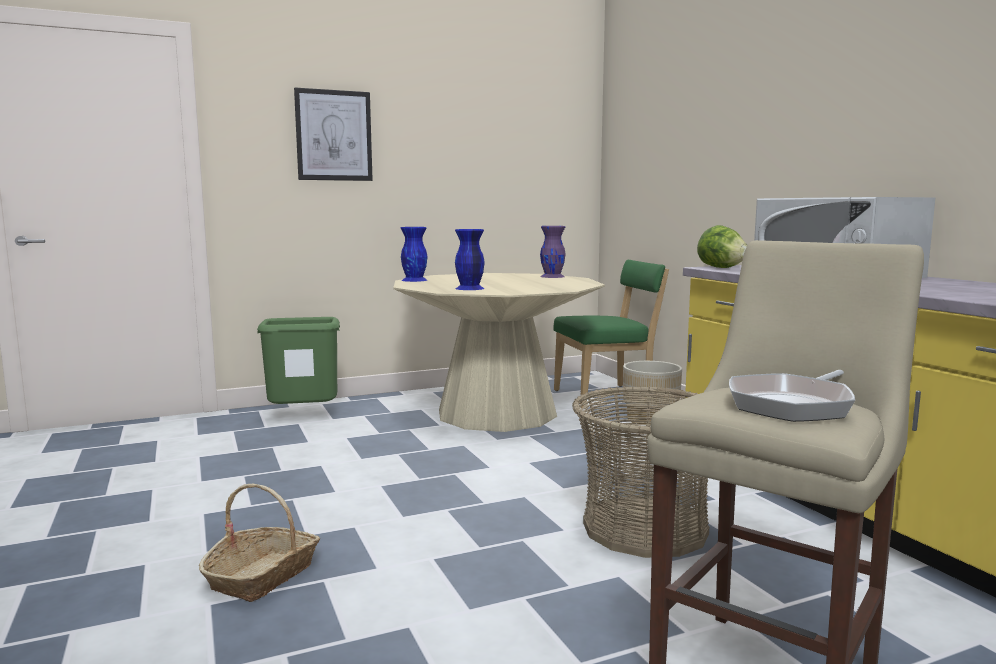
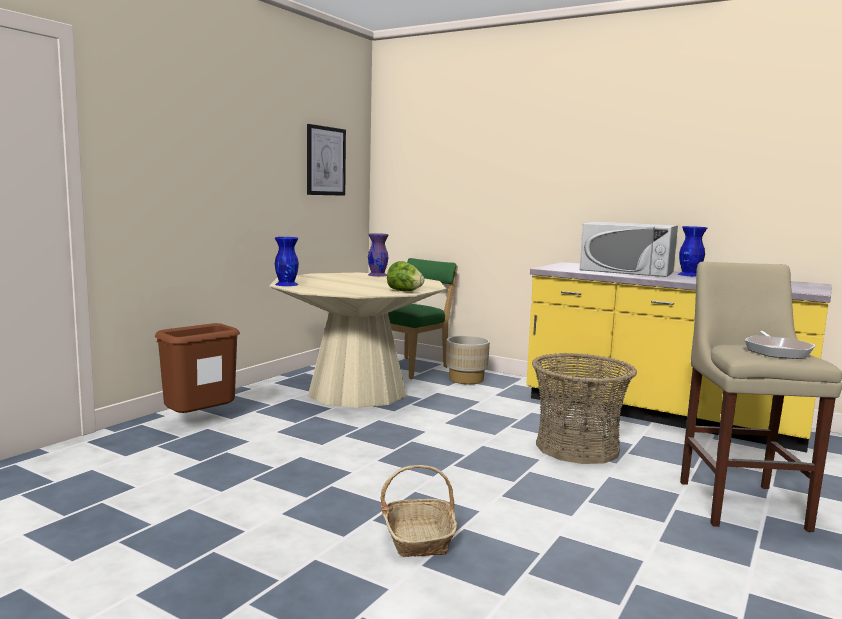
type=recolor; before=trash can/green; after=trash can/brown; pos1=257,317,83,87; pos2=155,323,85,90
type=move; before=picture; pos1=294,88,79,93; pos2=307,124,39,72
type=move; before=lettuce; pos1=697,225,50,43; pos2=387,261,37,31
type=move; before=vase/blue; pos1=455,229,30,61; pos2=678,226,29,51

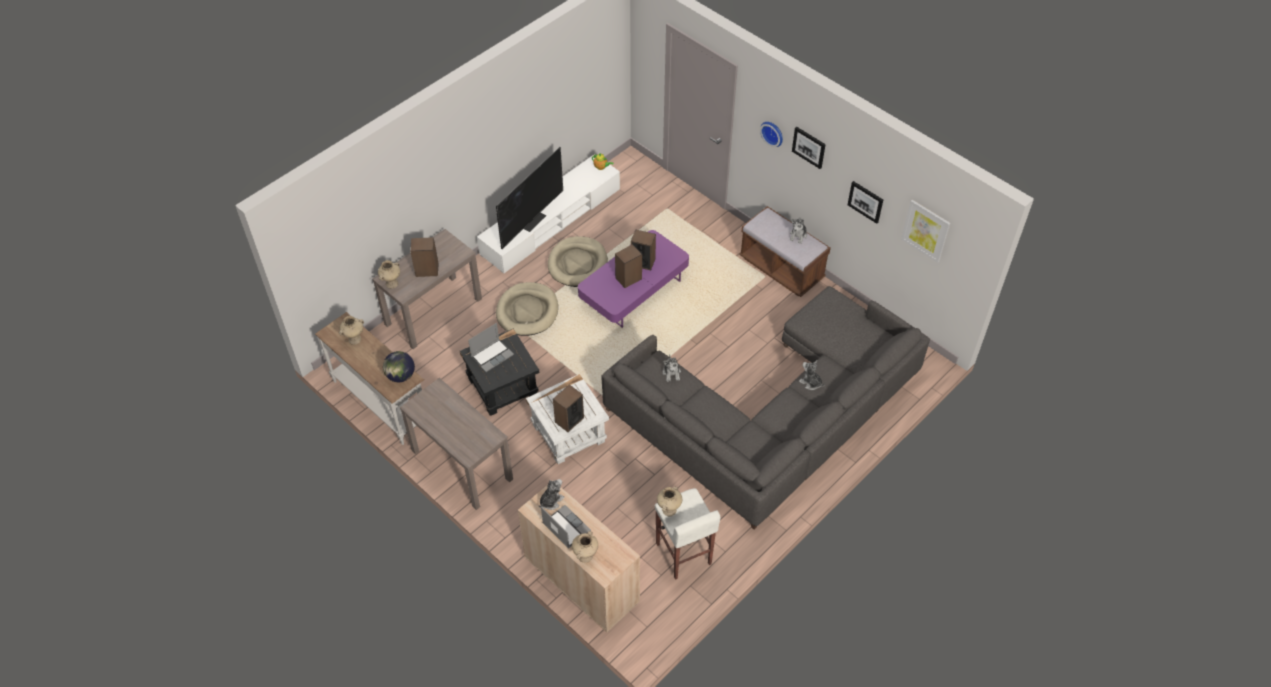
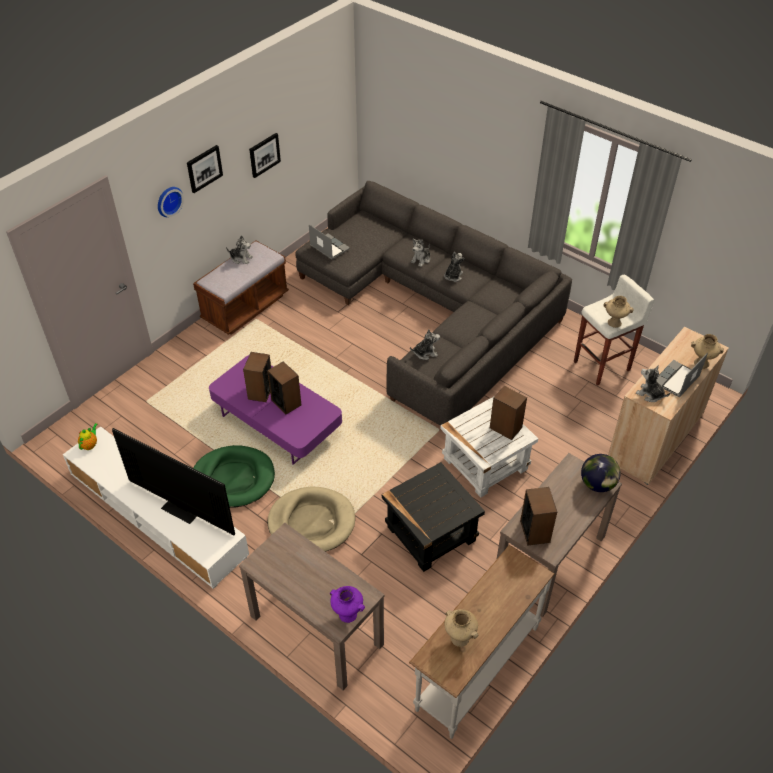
type=recolor; before=dog bed/beige; after=dog bed/green; pos1=548,236,60,51; pos2=193,445,82,63
type=move; before=laptop; pos1=468,323,46,49; pos2=309,224,41,35
type=recolor; before=vase/beige; after=vase/purple; pos1=378,260,22,29; pos2=330,586,35,37
type=insert; after=plush toy; pos2=444,252,21,30
type=move; before=speaker; pos1=410,237,29,40; pos2=520,487,37,59
type=move; before=globe; pos1=383,351,32,31; pos2=581,454,40,38
type=delete; before=picture; pos1=901,200,49,63

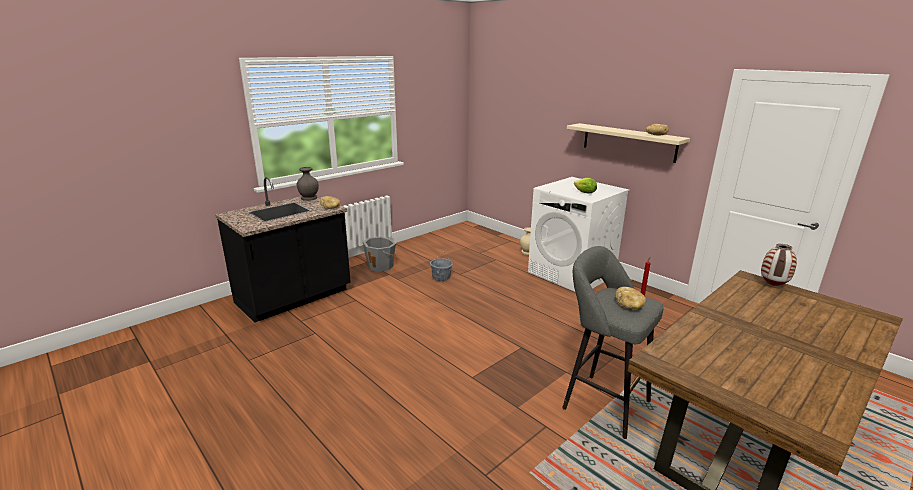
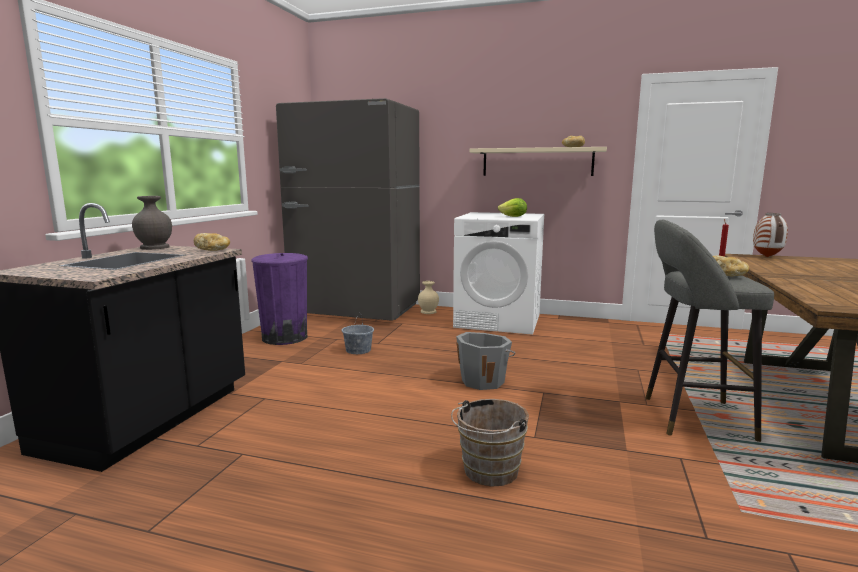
type=insert; after=trash can/purple; pos2=251,253,57,92
type=insert; after=fridge/grey; pos2=276,98,144,223
type=insert; after=bucket/brown; pos2=451,399,78,87
type=move; before=bucket/grey; pos1=363,236,33,36; pos2=456,332,60,58

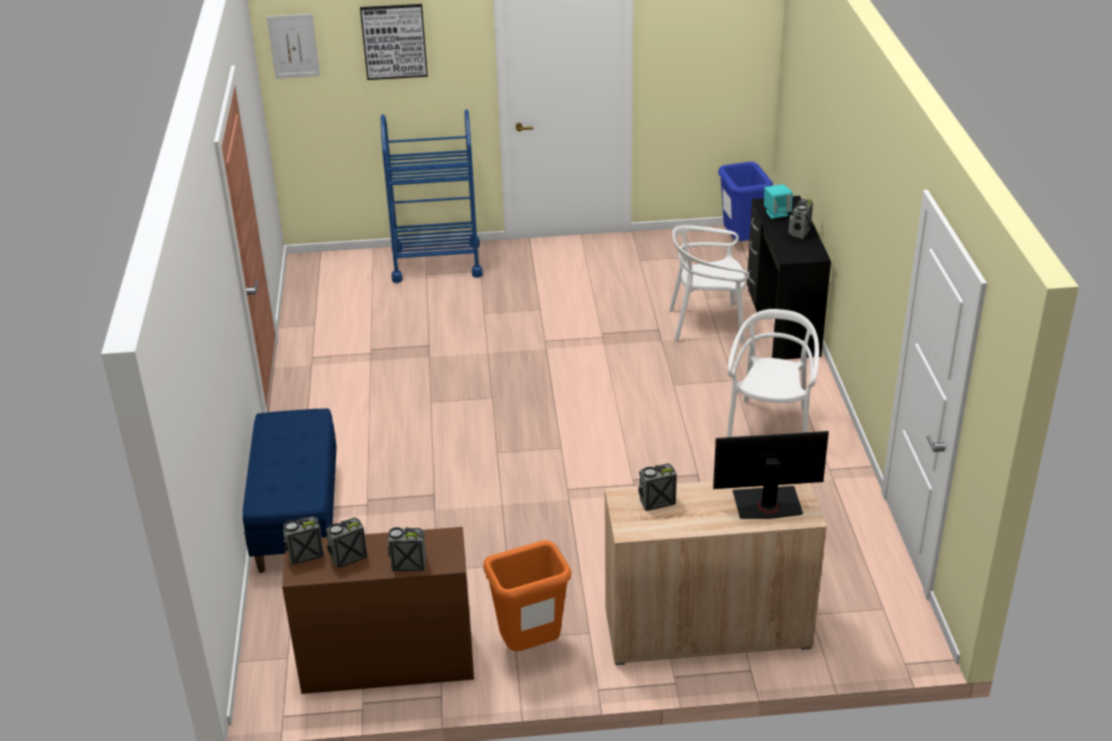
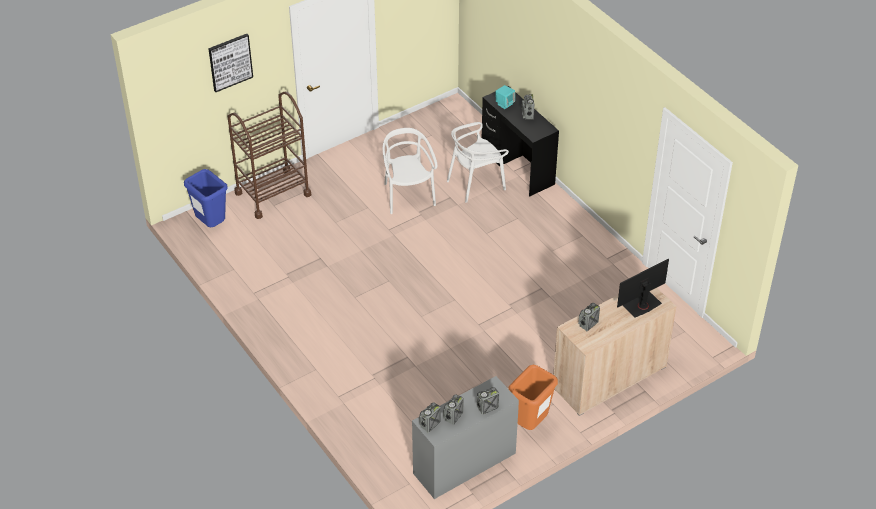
type=move; before=trash can/blue; pos1=718,162,55,79; pos2=184,169,44,58
type=recolor; before=cart/blue; after=cart/brown; pos1=381,109,102,174; pos2=227,91,84,128
type=move; before=chair/white; pos1=727,309,92,128; pos2=383,128,55,86
type=recolor; before=desk/brown; after=desk/grey; pos1=282,527,192,167; pos2=412,376,107,123
type=delete; before=bench/blue; pos1=243,408,94,165
type=delete; before=picture; pos1=267,14,53,65

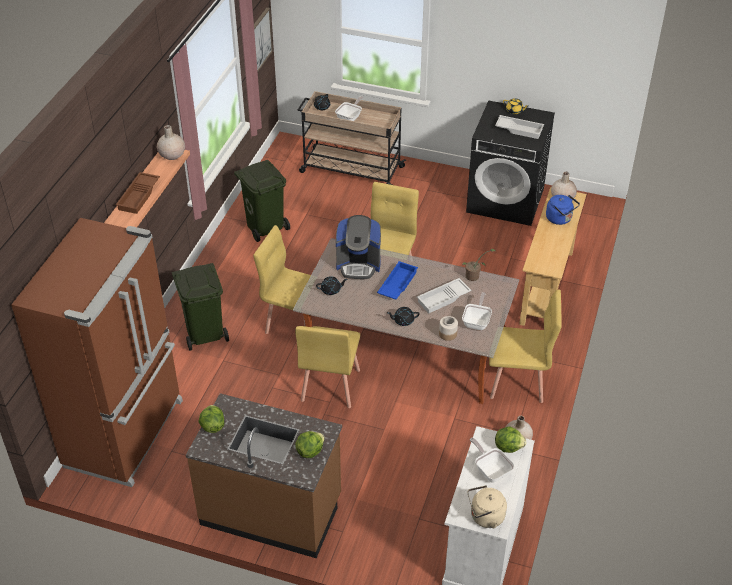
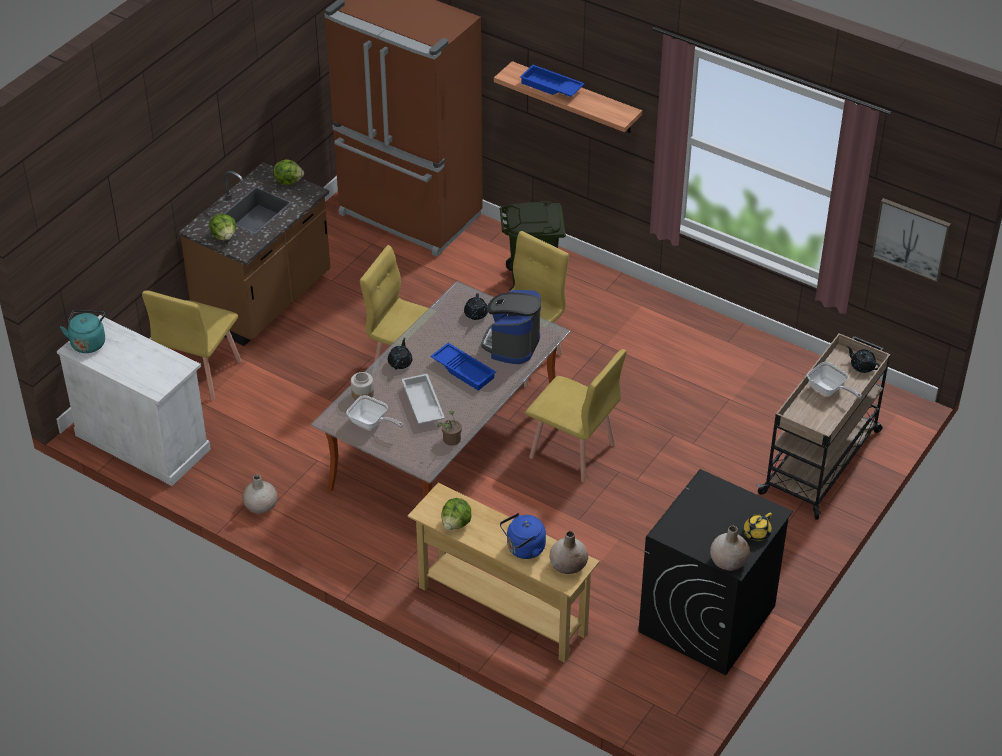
type=recolor; before=kettle/beige; after=kettle/turquoise; pos1=468,485,39,43; pos2=60,310,45,43
type=move; before=chair/yellow; pos1=489,290,73,113; pos2=142,291,100,109
type=move; before=lettuce; pos1=495,427,32,26; pos2=441,498,31,32
type=recolor; before=tray/brown; after=tray/blue; pos1=116,172,44,42; pos2=520,65,65,32
type=move; before=vase/beige; pos1=157,125,28,35; pos2=710,526,40,45
type=delete; before=trash can/green; pos1=234,160,56,82
type=delete; before=frying pan; pos1=470,438,44,44
type=delete; before=tray/white; pos1=495,115,49,24

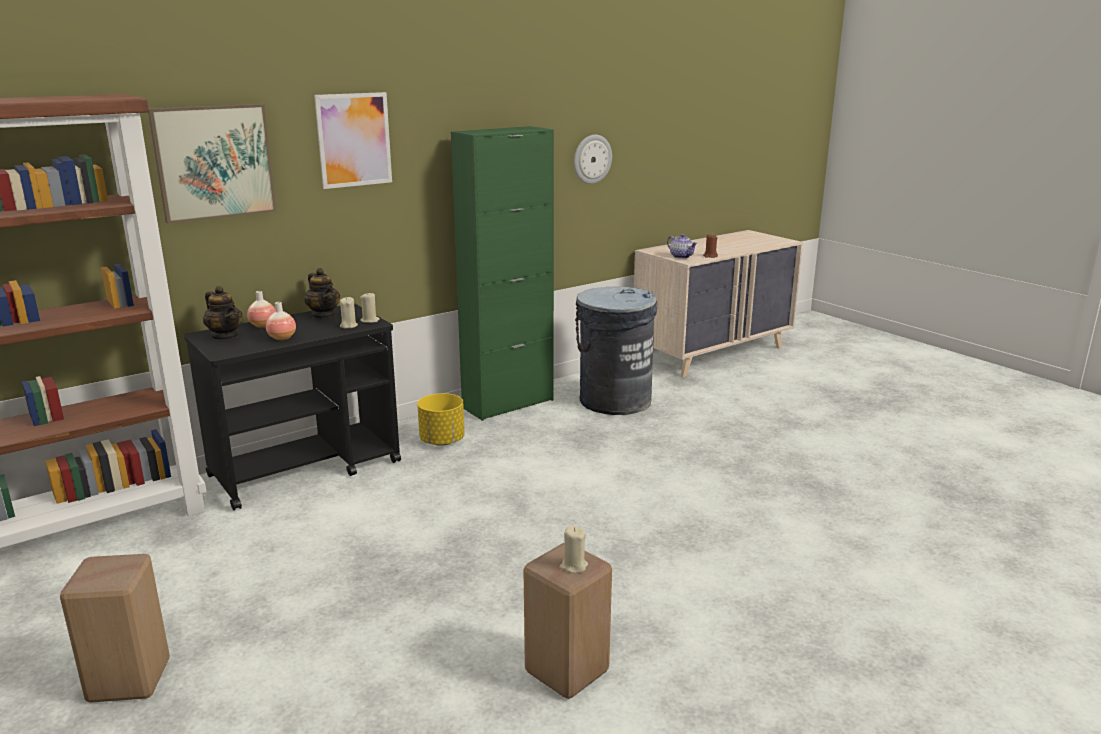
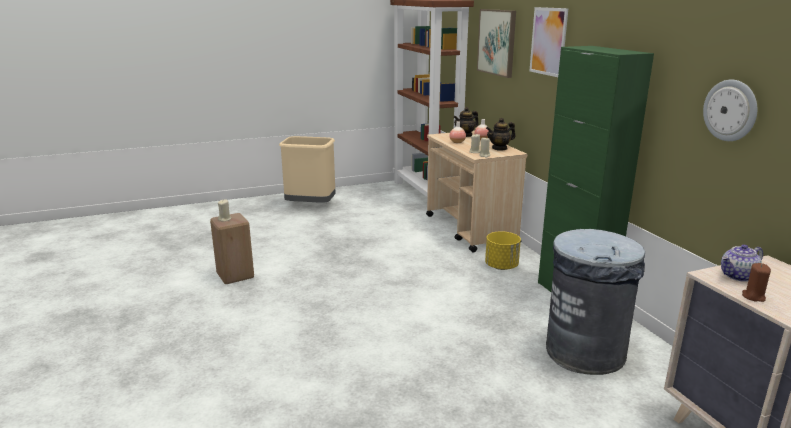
type=replace; before=stool/beige; after=trash can/beige; pos1=60,554,110,149; pos2=279,136,57,67
type=recolor; before=cart/black; after=cart/beige; pos1=184,303,217,208; pos2=426,131,101,122

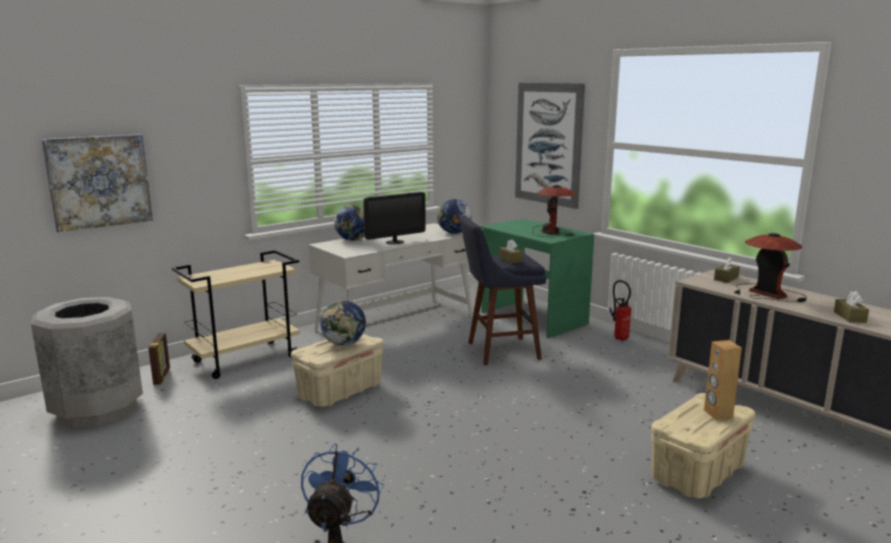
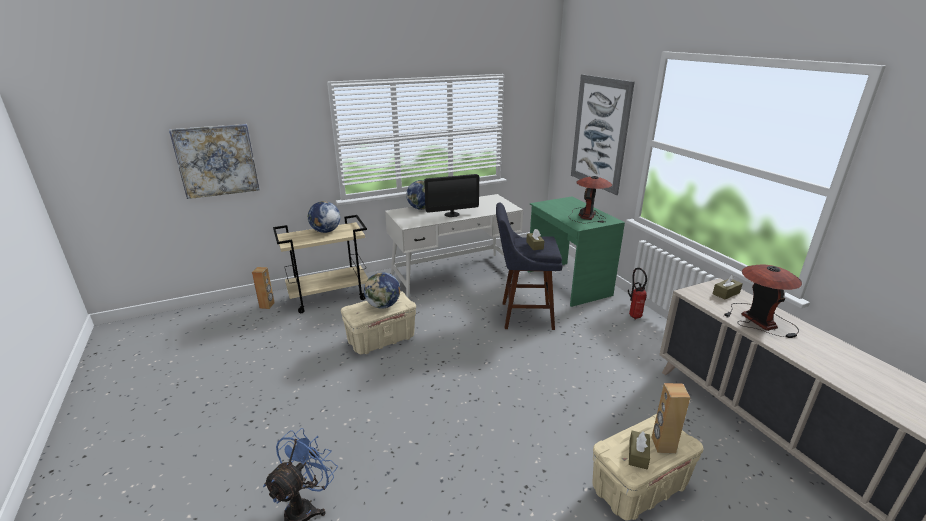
type=replace; before=picture frame; after=speaker/brown; pos1=148,333,22,52; pos2=252,267,23,42
type=move; before=globe; pos1=437,199,35,34; pos2=307,201,33,32
type=move; before=tissue box/brown; pos1=834,291,35,32; pos2=629,431,21,38
type=delete; before=trash can/grey; pos1=31,297,112,132

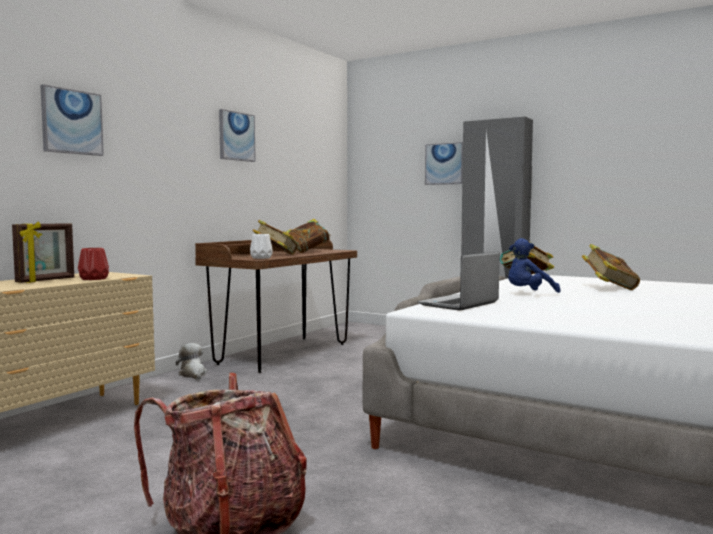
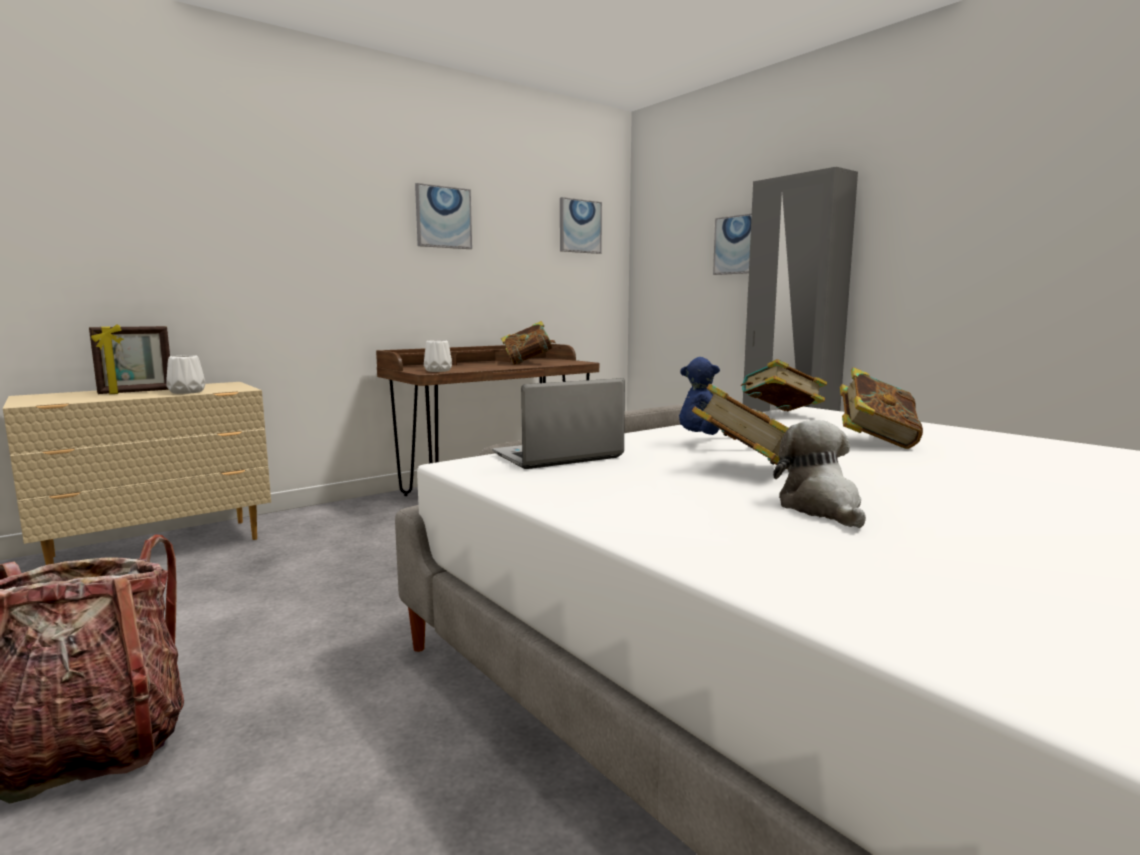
type=recolor; before=vase/red; after=vase/white; pos1=78,248,31,32; pos2=166,355,39,39
type=move; before=picture; pos1=40,84,64,72; pos2=560,197,42,57
type=move; before=book; pos1=253,220,45,35; pos2=692,384,96,86
type=move; before=plush toy; pos1=176,343,31,37; pos2=773,420,93,108

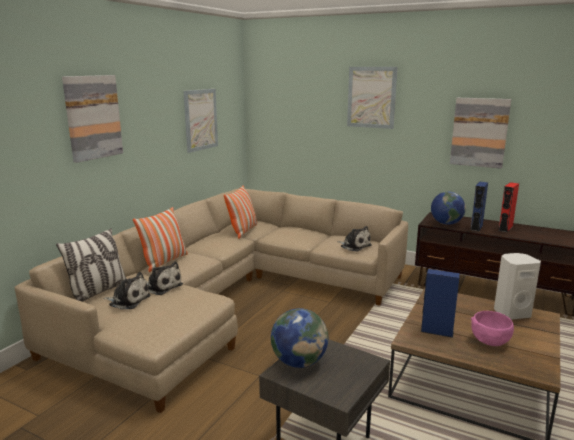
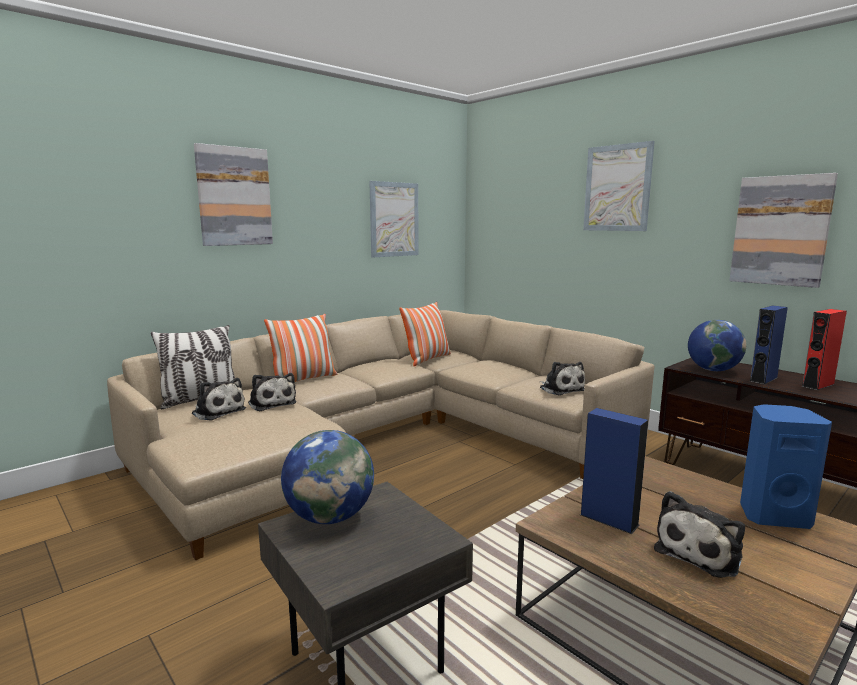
type=replace; before=bowl/pink; after=plush toy; pos1=471,311,43,35; pos2=654,491,91,87
type=recolor; before=speaker/white; after=speaker/blue; pos1=494,253,47,67; pos2=740,404,92,125

